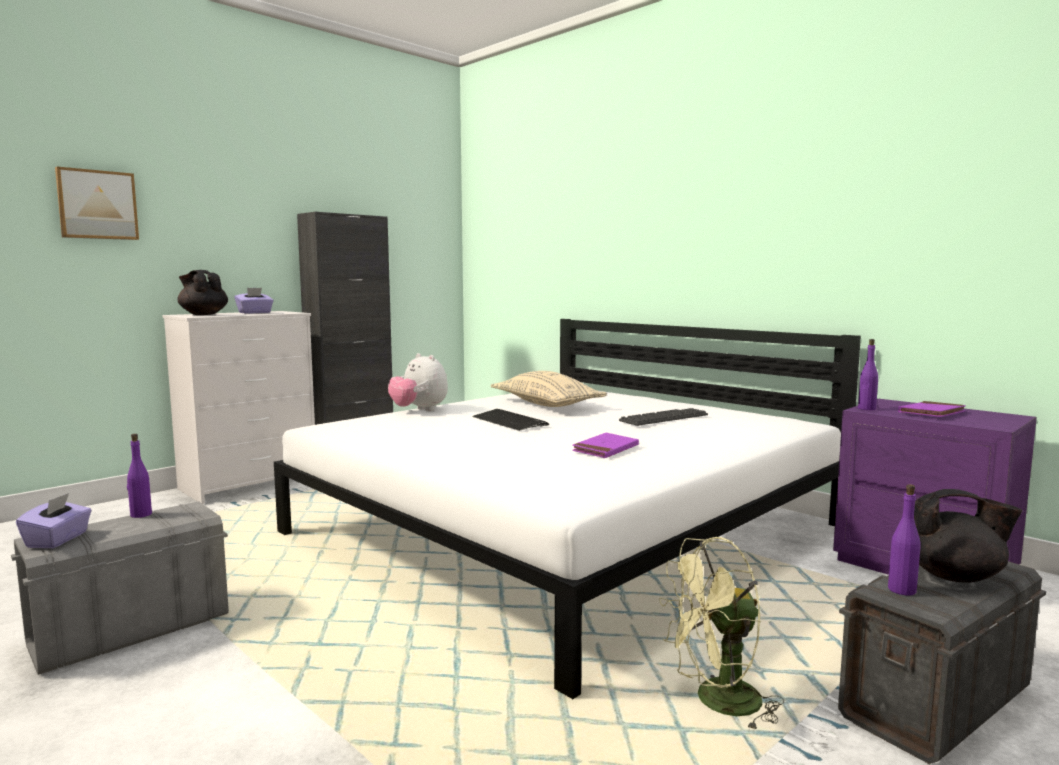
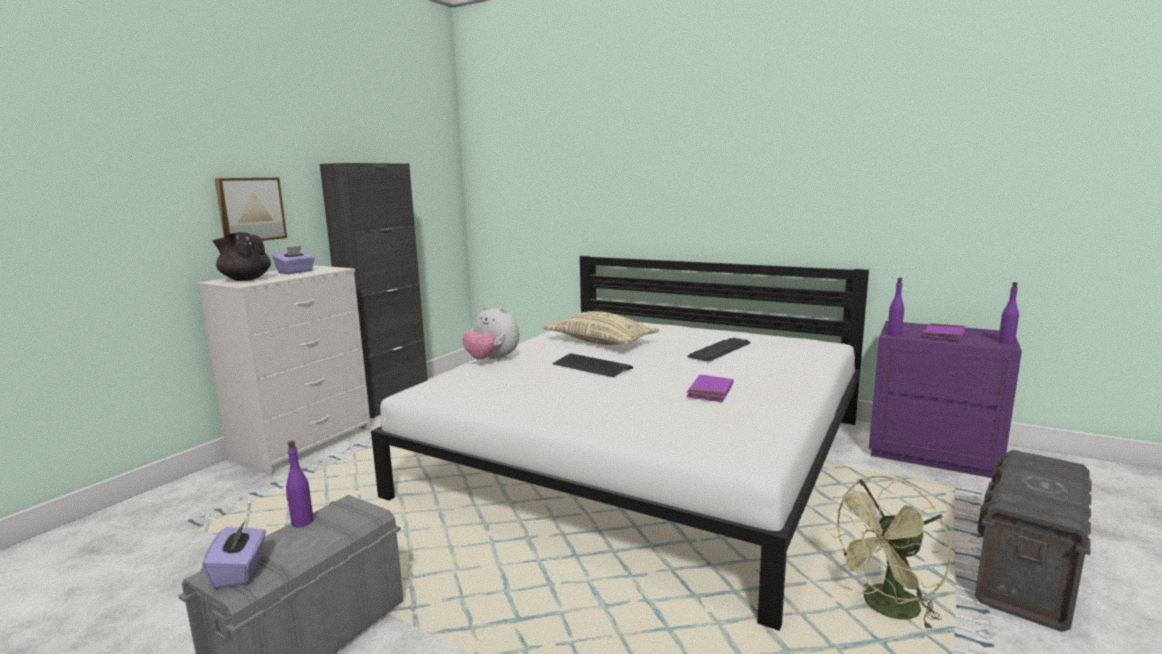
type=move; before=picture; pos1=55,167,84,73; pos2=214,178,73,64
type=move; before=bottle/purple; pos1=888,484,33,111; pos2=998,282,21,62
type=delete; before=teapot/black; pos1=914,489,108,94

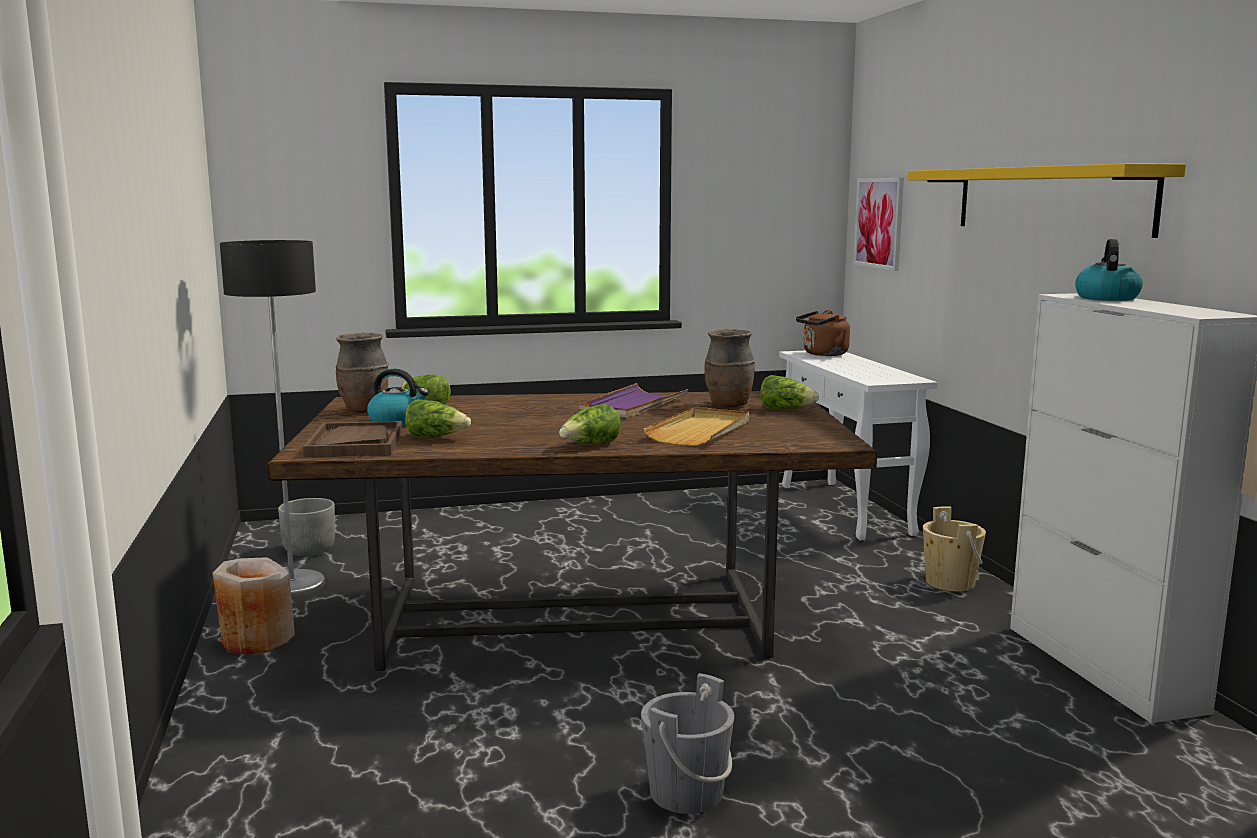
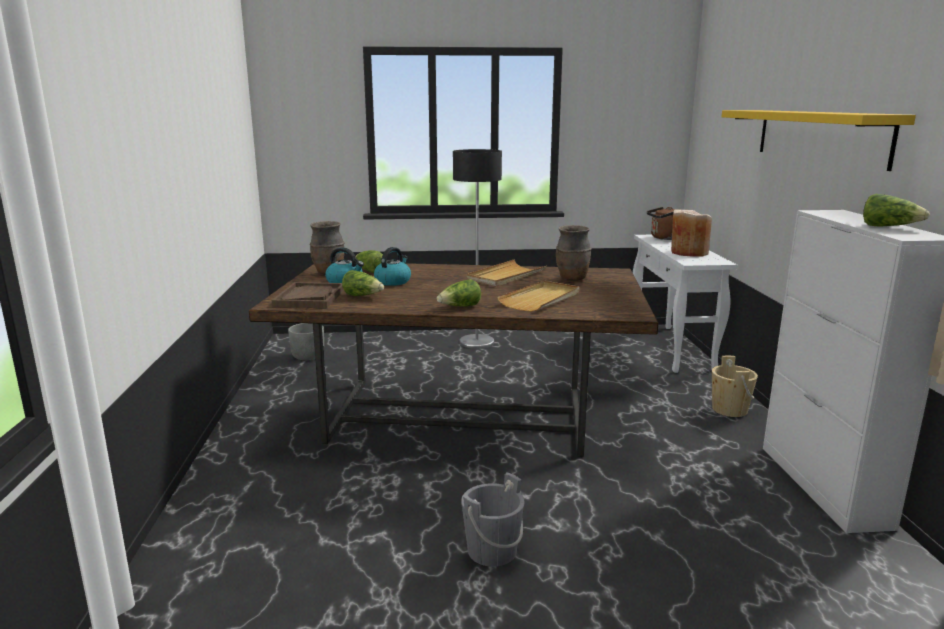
type=move; before=kettle; pos1=1075,239,68,62; pos2=374,247,37,39
type=move; before=floor lamp; pos1=220,240,105,357; pos2=453,149,49,200
type=recolor; before=tray/purple; after=tray/beige; pos1=579,383,110,35; pos2=467,259,80,27
type=move; before=vase/beige; pos1=213,557,82,98; pos2=671,210,41,47
type=move; before=lettuce; pos1=760,375,59,34; pos2=863,194,67,32
type=delete; before=picture; pos1=854,178,50,93

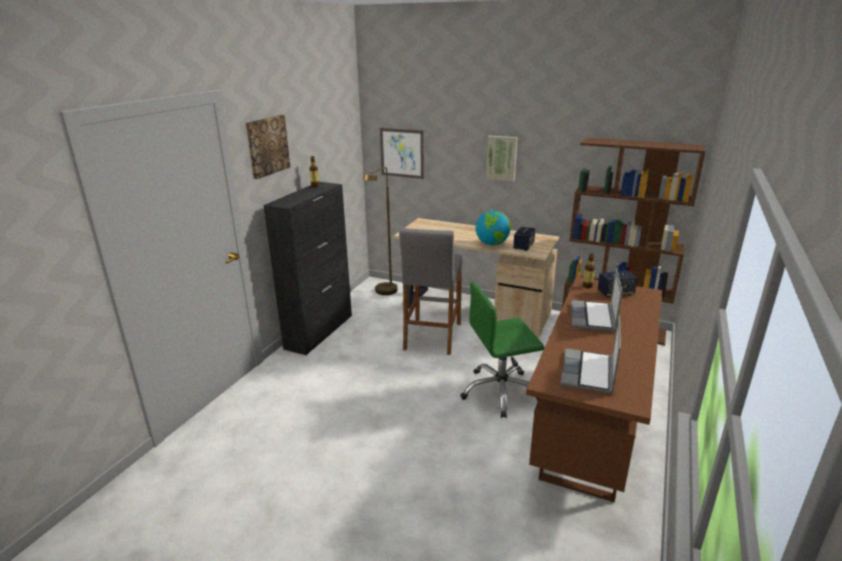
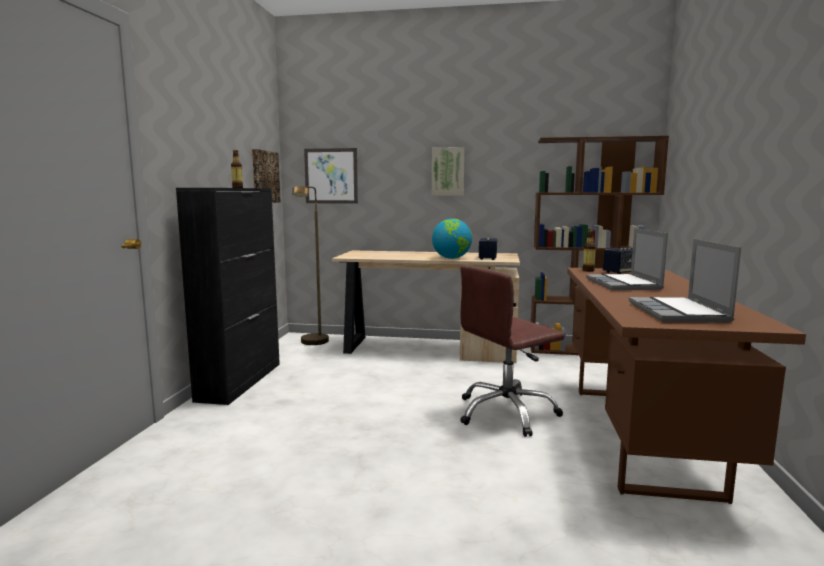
type=move; before=picture; pos1=246,115,44,64; pos2=252,149,28,54
type=recolor; before=office chair/green; after=office chair/brown; pos1=460,282,84,136; pos2=460,266,105,171
type=delete; before=stool/grey; pos1=399,228,63,127

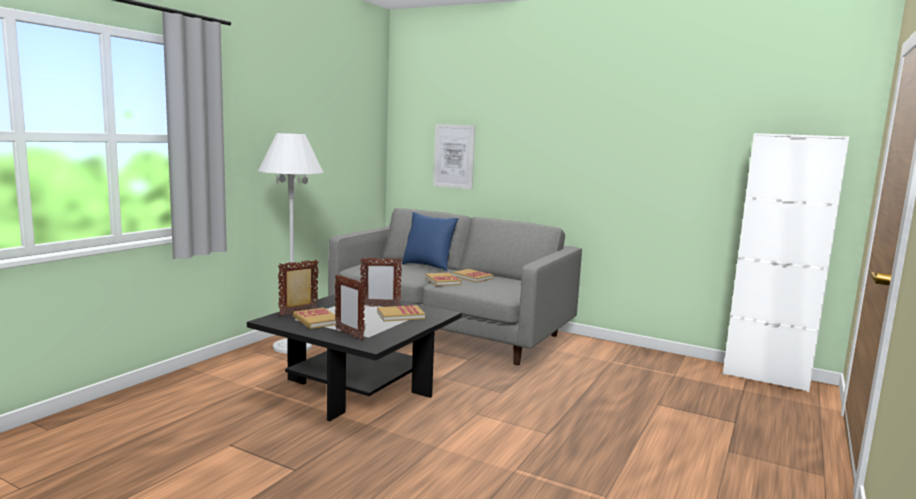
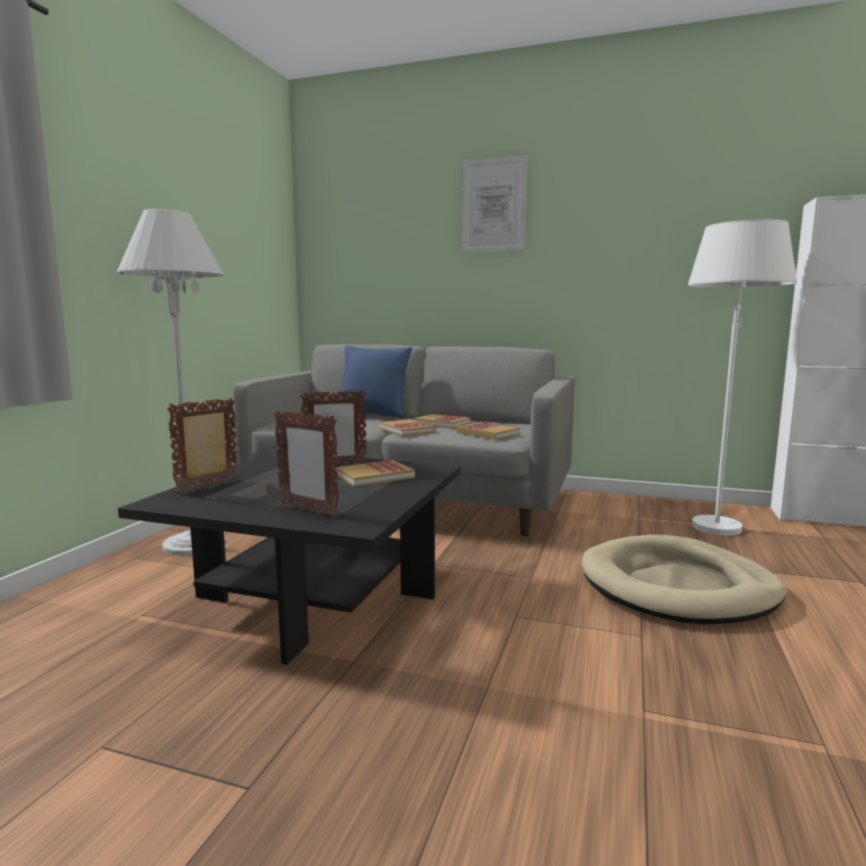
type=move; before=book; pos1=293,308,45,21; pos2=456,422,63,18
type=move; before=picture; pos1=433,124,42,65; pos2=463,155,64,98
type=insert; after=dog bed/beige; pos2=582,535,205,89
type=insert; after=floor lamp/white; pos2=688,219,109,317

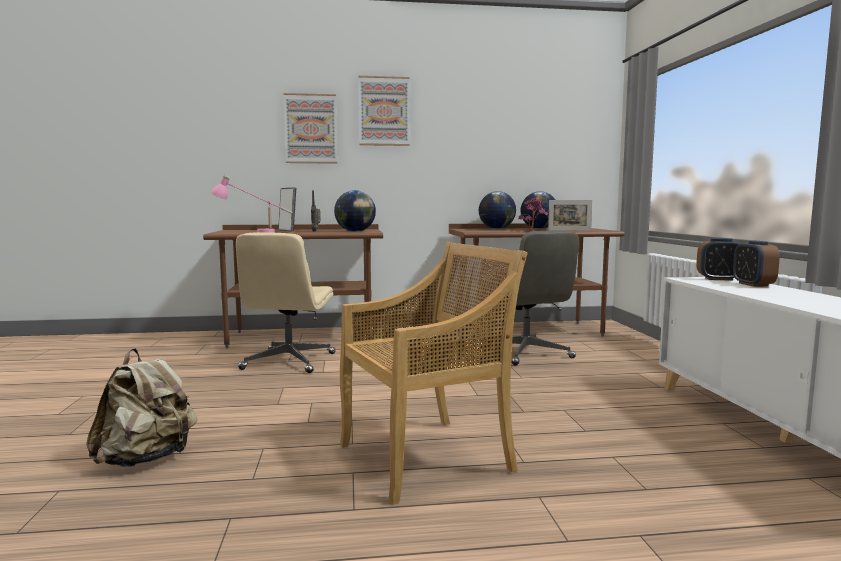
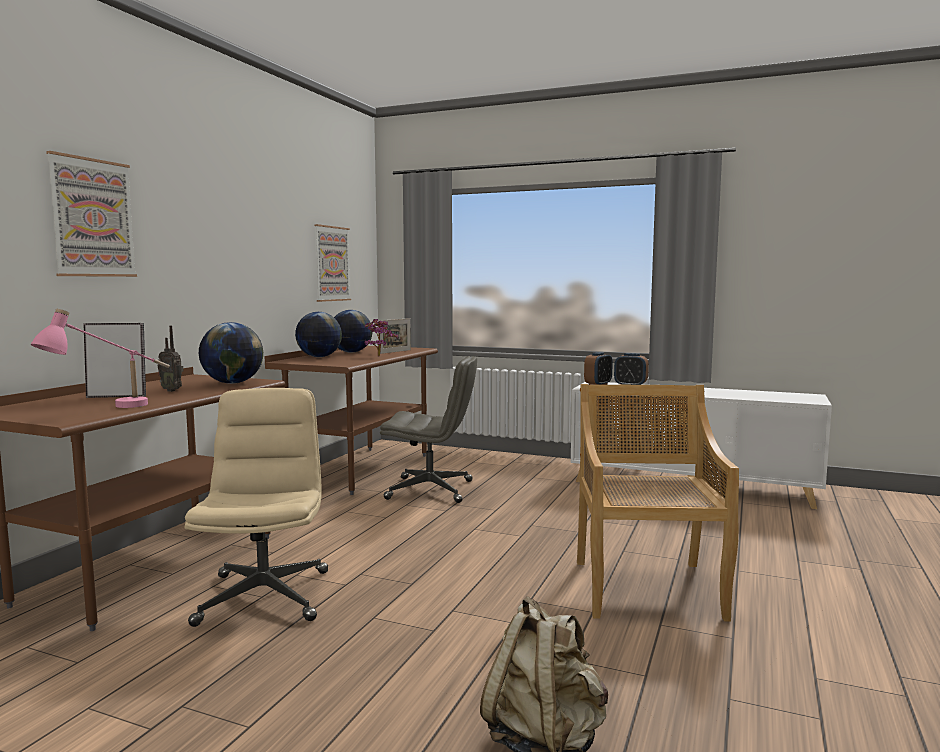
type=rotate; before=office chair/beige; pos1=236,232,100,141; pos2=185,388,143,239; turn=-135
type=move; before=picture; pos1=358,76,52,70; pos2=314,224,37,78

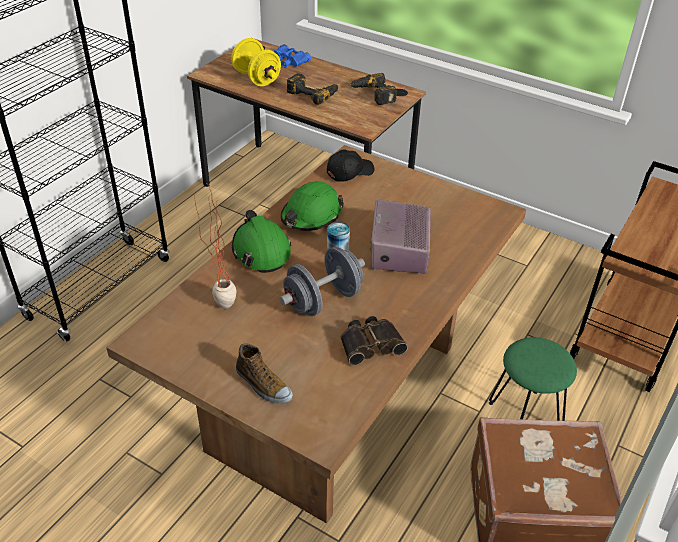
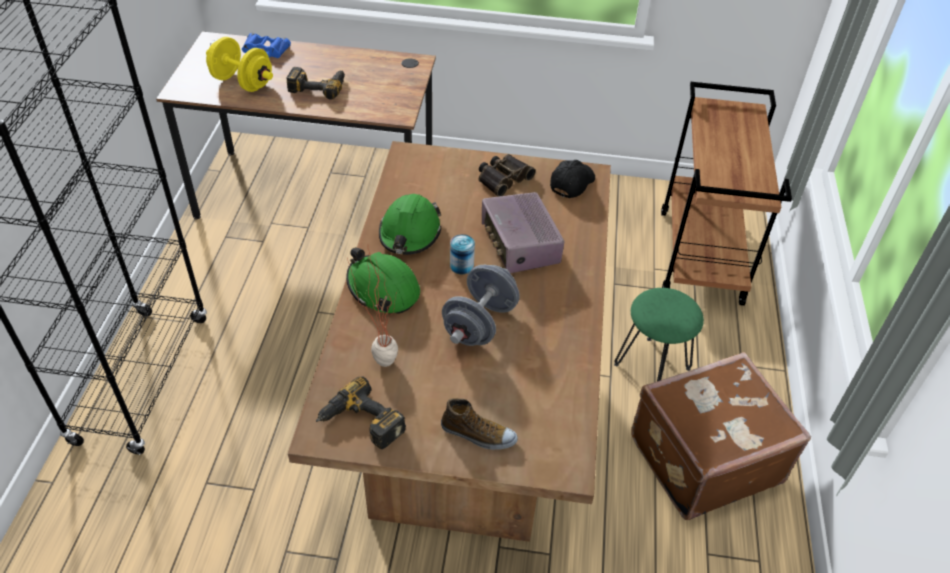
type=move; before=power drill; pos1=349,73,48,32; pos2=316,376,90,73
type=move; before=binoculars; pos1=340,316,68,50; pos2=479,154,57,43
type=move; before=cap/black; pos1=327,149,47,33; pos2=550,160,45,38

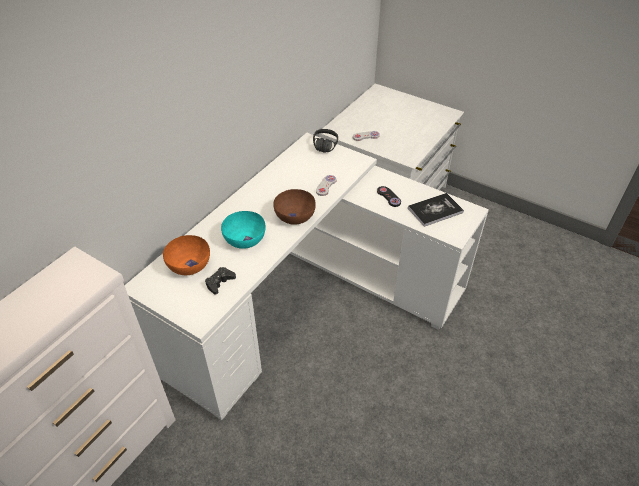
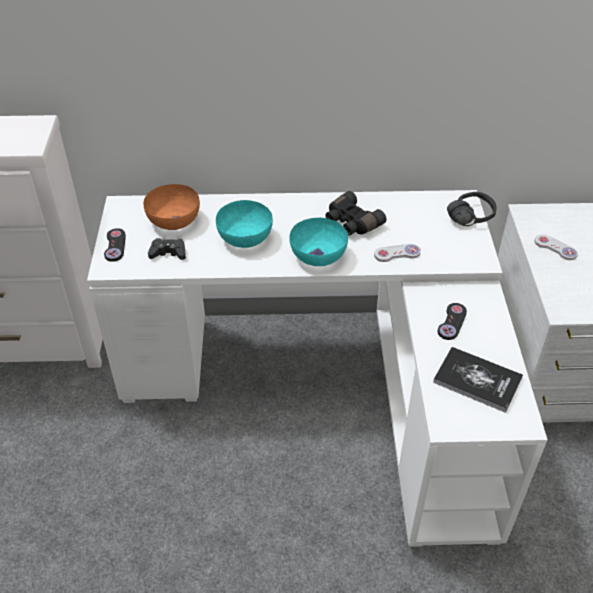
type=insert; after=game controller/black; pos2=104,228,22,34
type=recolor; before=bowl/brown; after=bowl/turquoise; pos1=273,189,43,36; pos2=289,218,59,48
type=insert; after=binoculars/black; pos2=325,191,62,44

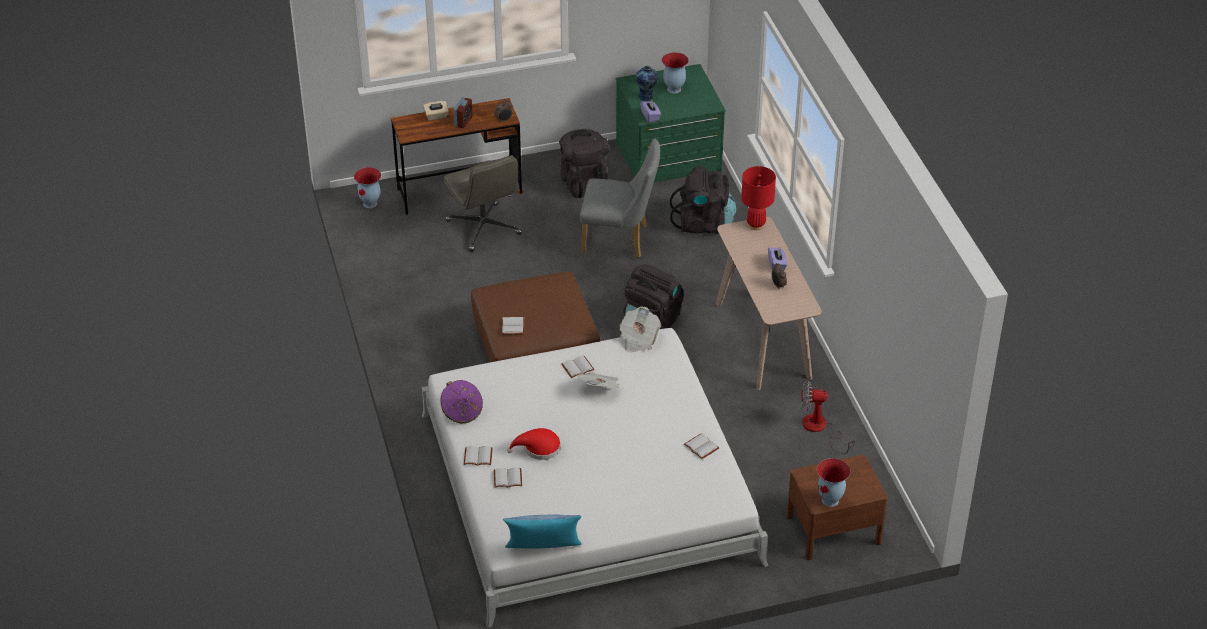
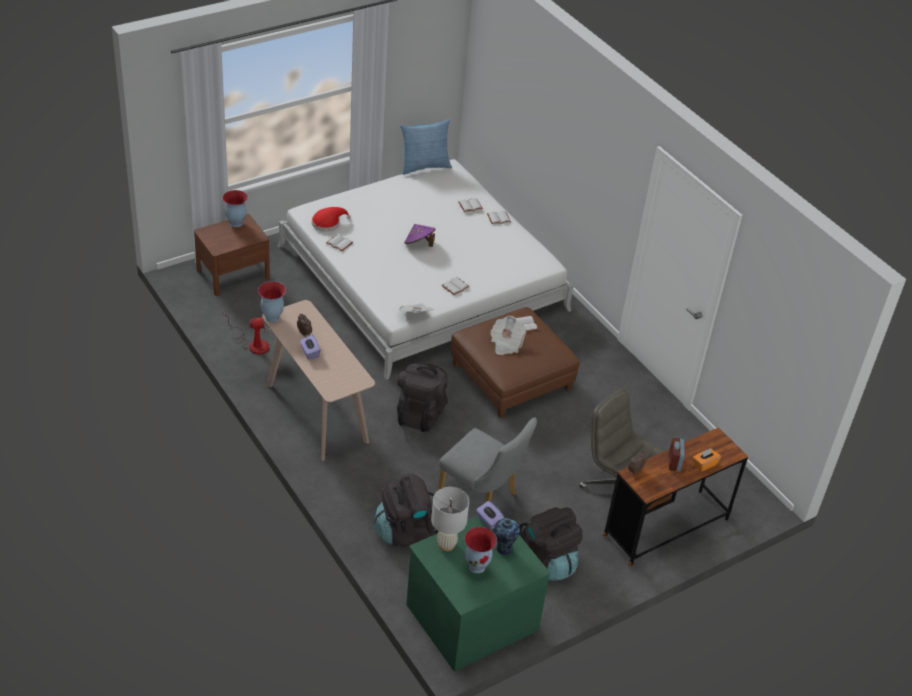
type=move; before=vase; pos1=354,167,27,41; pos2=258,281,28,42
type=move; before=hat/red; pos1=507,428,54,32; pos2=312,207,39,24
type=move; before=hat/purple; pos1=441,380,42,44; pos2=404,224,32,23
type=insert; after=table lamp/white; pos2=431,487,38,64
type=rotate; before=chair/grey; pos1=580,139,80,118; pos2=438,417,99,86; turn=-135
type=move; before=newspaper; pos1=578,373,42,15; pos2=490,316,36,39
type=recolor; before=tissue box/beige; after=tissue box/orange; pos1=423,101,26,20; pos2=693,448,28,24
type=delete; before=table lamp/red; pos1=741,166,35,64

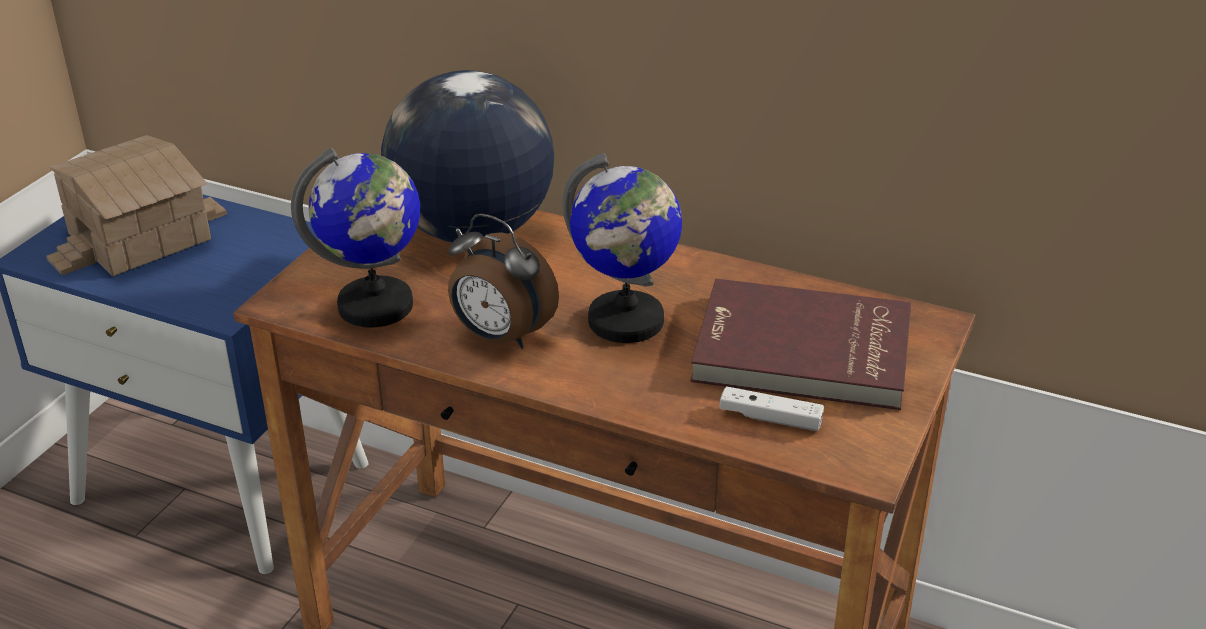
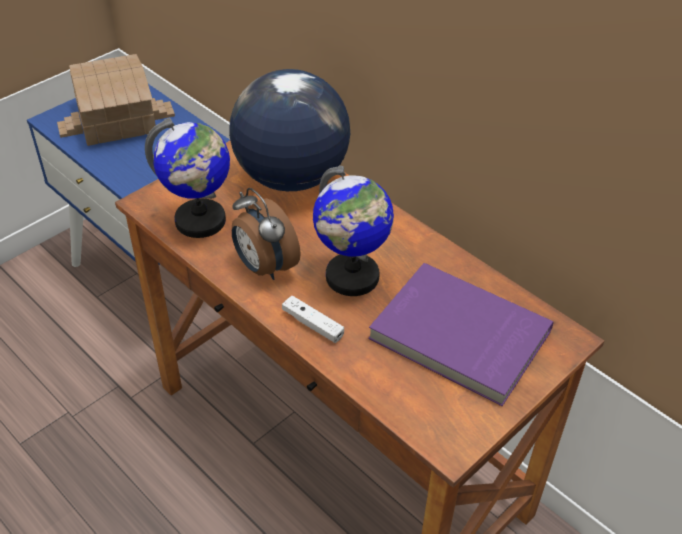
type=move; before=game controller/white; pos1=720,386,104,45; pos2=282,295,62,48
type=recolor; before=book/red; after=book/purple; pos1=690,279,221,131; pos2=368,263,186,143

